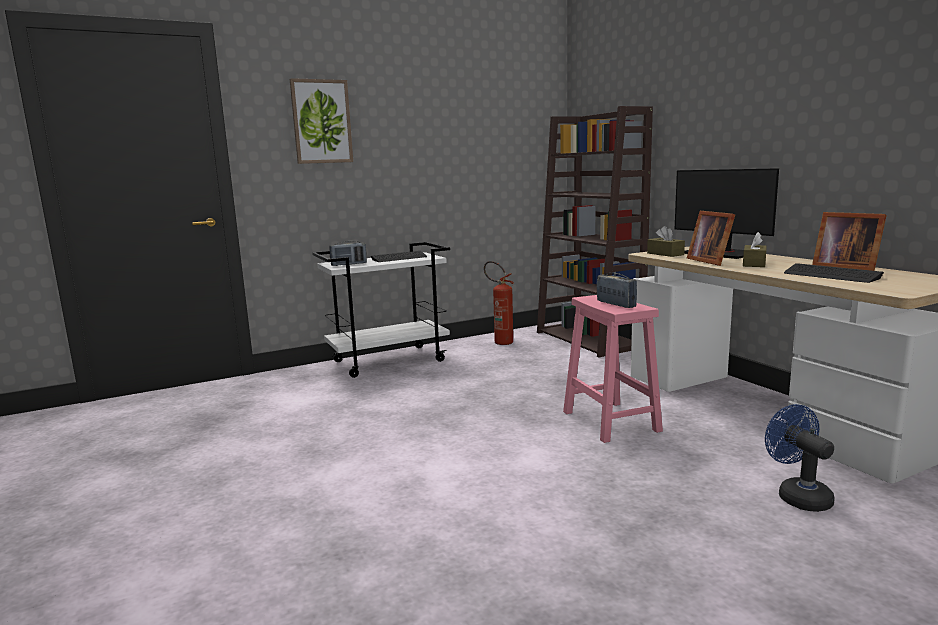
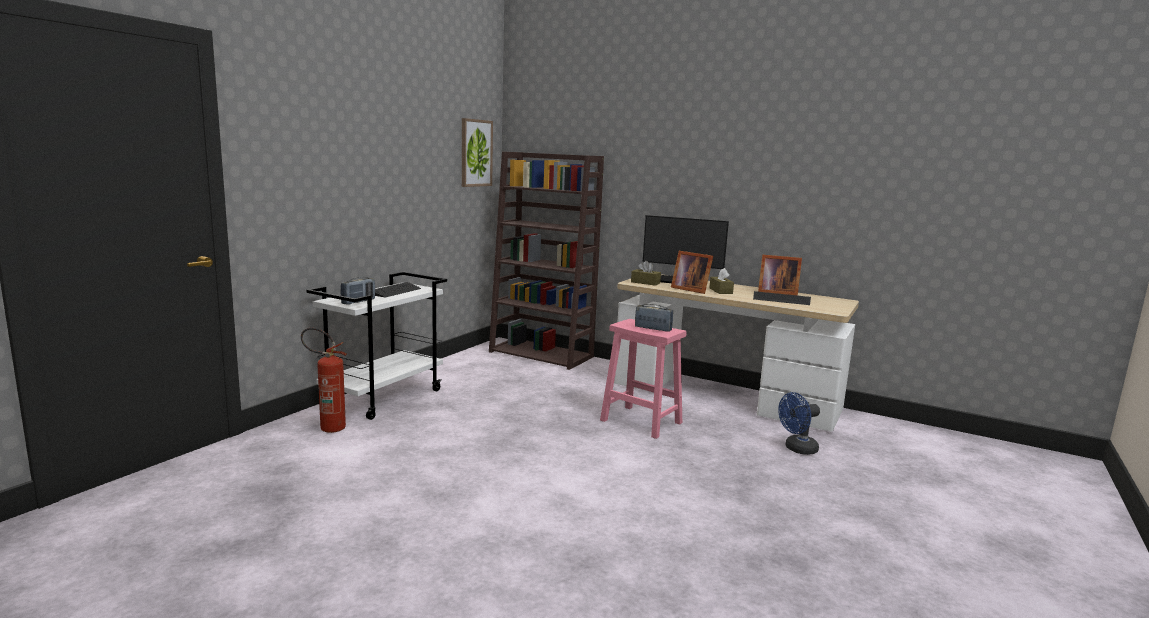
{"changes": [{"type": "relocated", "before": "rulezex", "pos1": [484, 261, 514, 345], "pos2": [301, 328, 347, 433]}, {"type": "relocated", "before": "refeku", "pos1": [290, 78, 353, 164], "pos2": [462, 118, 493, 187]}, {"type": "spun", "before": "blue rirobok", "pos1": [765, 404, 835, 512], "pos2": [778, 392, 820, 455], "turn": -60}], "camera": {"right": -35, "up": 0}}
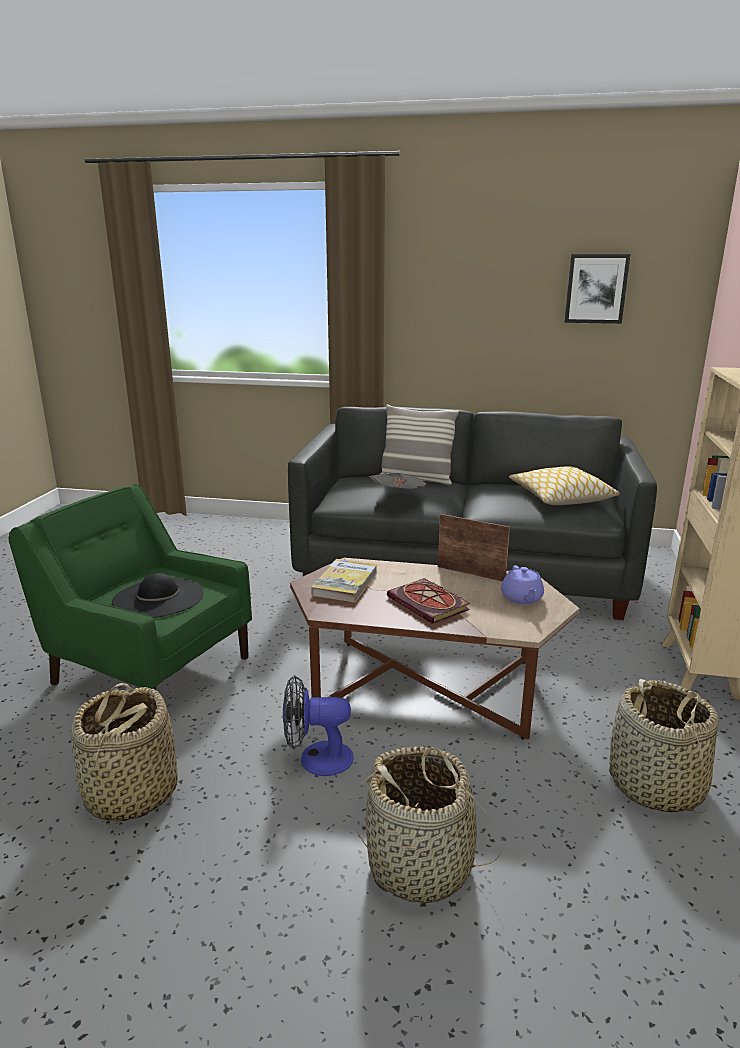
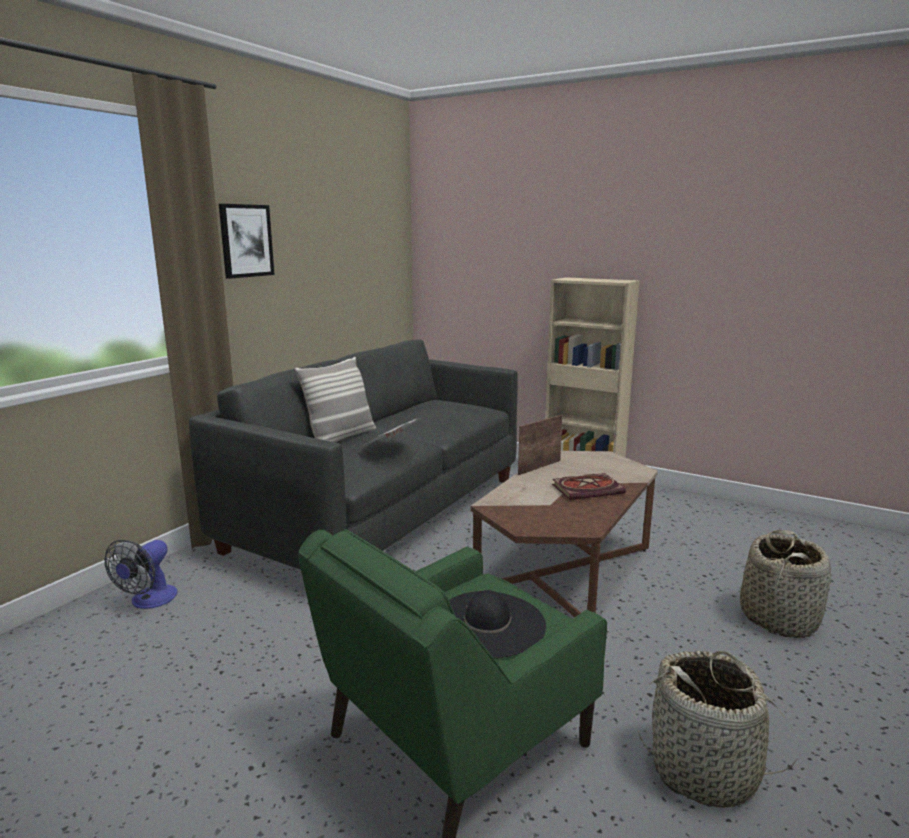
{"changes": [{"type": "relocated", "before": "rirobok", "pos1": [283, 675, 354, 776], "pos2": [105, 540, 177, 609]}, {"type": "relocated", "before": "refeku", "pos1": [564, 254, 631, 324], "pos2": [219, 204, 275, 279]}, {"type": "missing", "before": "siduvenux", "pos1": [311, 559, 377, 603]}, {"type": "missing", "before": "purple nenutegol", "pos1": [501, 565, 544, 604]}, {"type": "missing", "before": "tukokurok", "pos1": [509, 466, 620, 505]}, {"type": "missing", "before": "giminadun", "pos1": [609, 679, 718, 813]}], "camera": {"right": -70, "up": -5}}
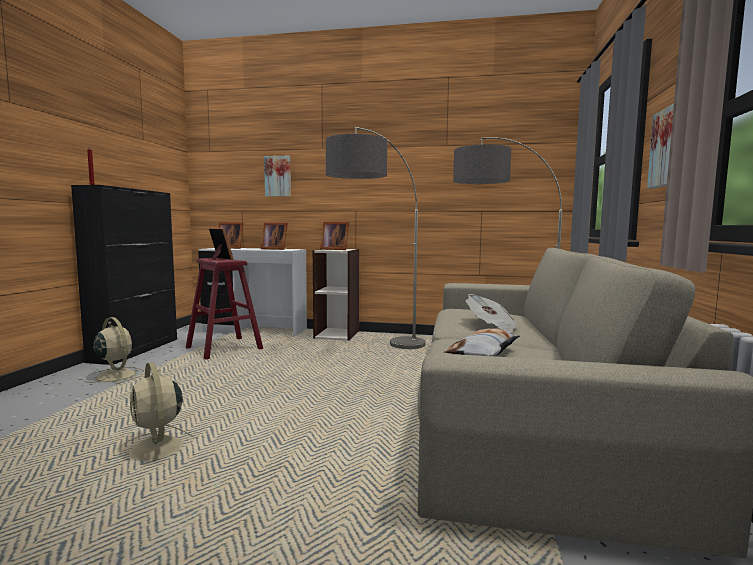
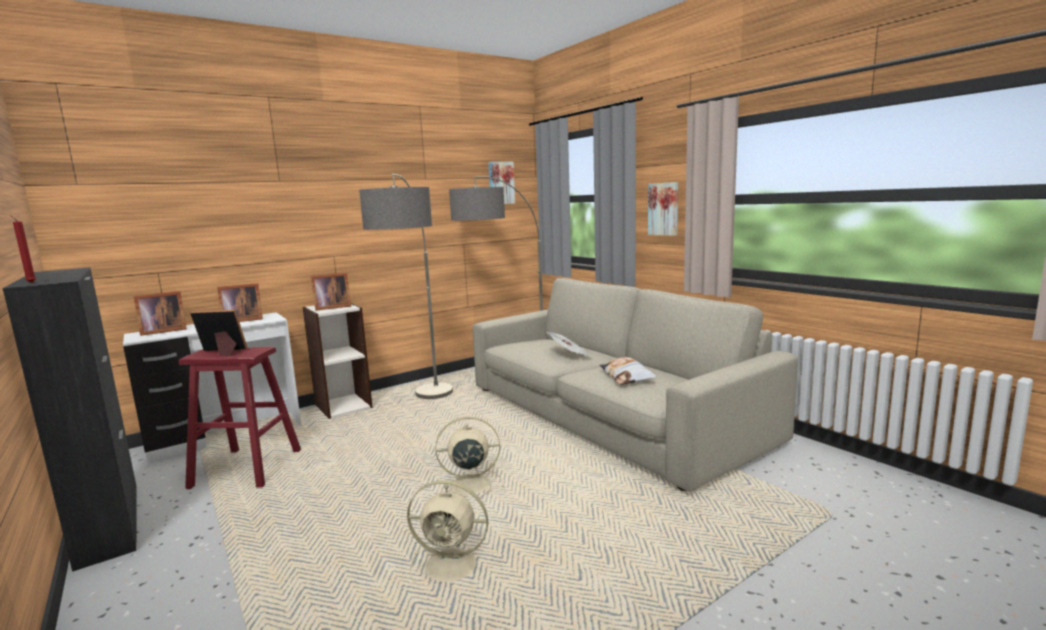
{"changes": [{"type": "relocated", "before": "beige rirobok", "pos1": [83, 317, 145, 384], "pos2": [435, 417, 505, 500]}, {"type": "relocated", "before": "refeku", "pos1": [264, 156, 291, 197], "pos2": [488, 162, 515, 204]}], "camera": {"right": -45, "up": 5}}
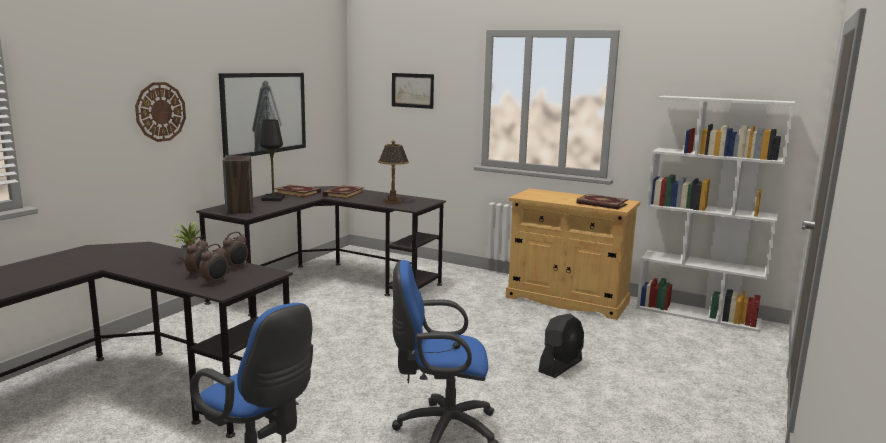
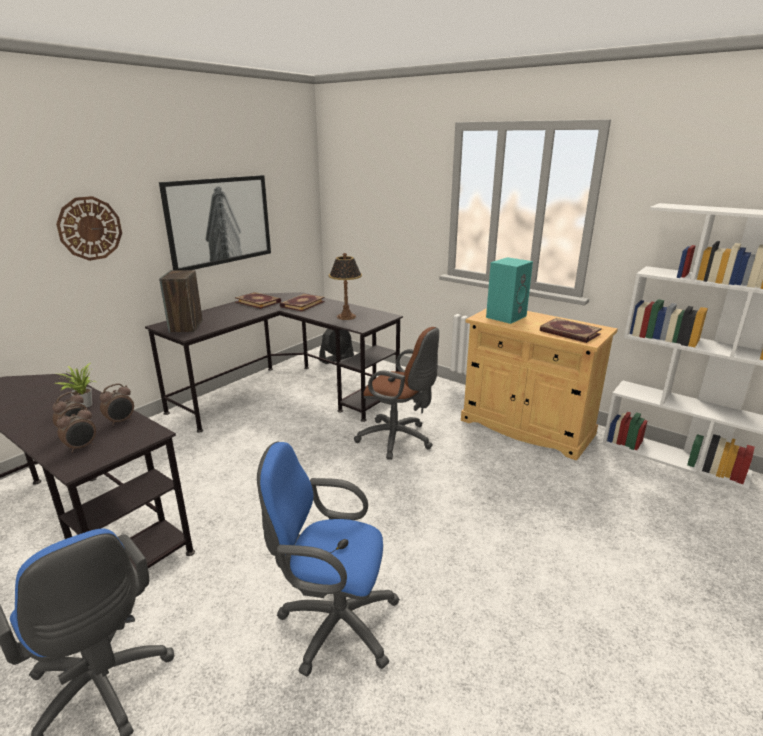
{"changes": [{"type": "relocated", "before": "black rirobok", "pos1": [538, 314, 584, 378], "pos2": [319, 329, 354, 364]}, {"type": "appeared", "after": "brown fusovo", "pos2": [354, 327, 439, 460]}, {"type": "appeared", "after": "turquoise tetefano", "pos2": [486, 257, 533, 324]}, {"type": "missing", "before": "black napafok", "pos1": [260, 119, 285, 201]}, {"type": "missing", "before": "refeku", "pos1": [392, 73, 434, 109]}], "camera": {"right": 10, "up": 10}}
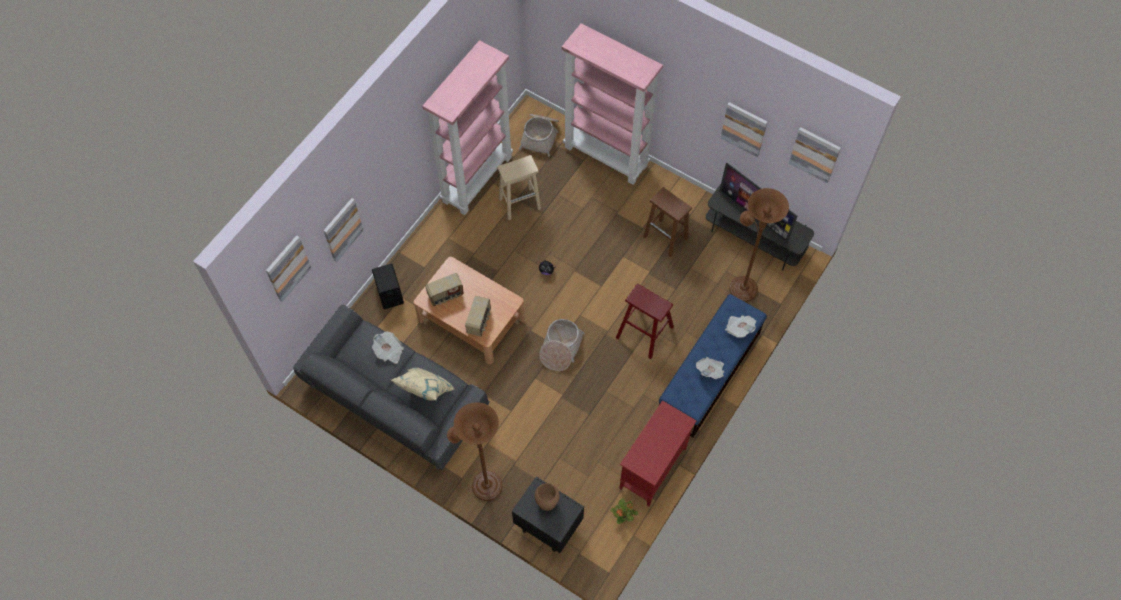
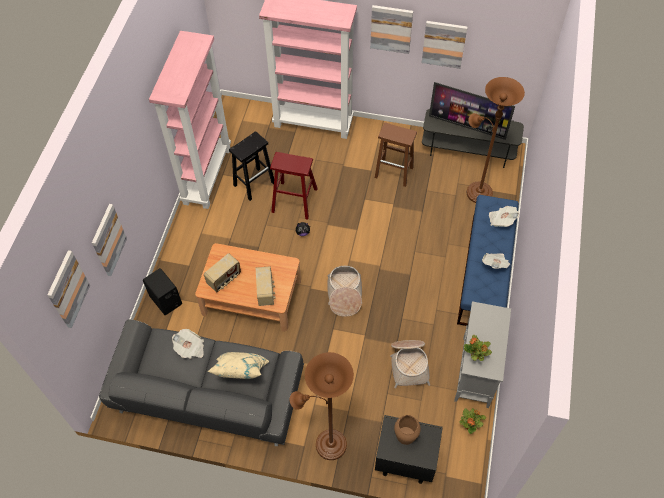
{"changes": [{"type": "colour", "before": "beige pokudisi", "after": "black pokudisi", "pos1": [497, 155, 541, 220], "pos2": [229, 131, 274, 201]}, {"type": "relocated", "before": "red pokudisi", "pos1": [616, 284, 674, 359], "pos2": [270, 152, 318, 220]}, {"type": "relocated", "before": "refeku", "pos1": [789, 127, 841, 183], "pos2": [370, 5, 413, 54]}, {"type": "relocated", "before": "giminadun", "pos1": [519, 114, 559, 157], "pos2": [390, 340, 430, 388]}, {"type": "colour", "before": "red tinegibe", "after": "grey tinegibe", "pos1": [619, 400, 696, 507], "pos2": [454, 301, 511, 408]}, {"type": "appeared", "after": "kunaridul", "pos2": [464, 335, 492, 361]}], "camera": {"right": -20, "up": -5}}
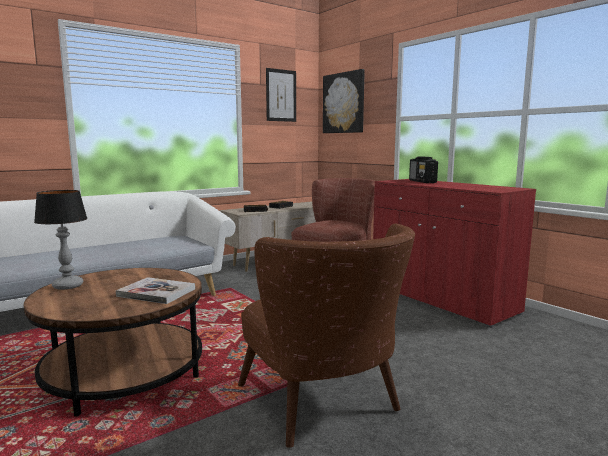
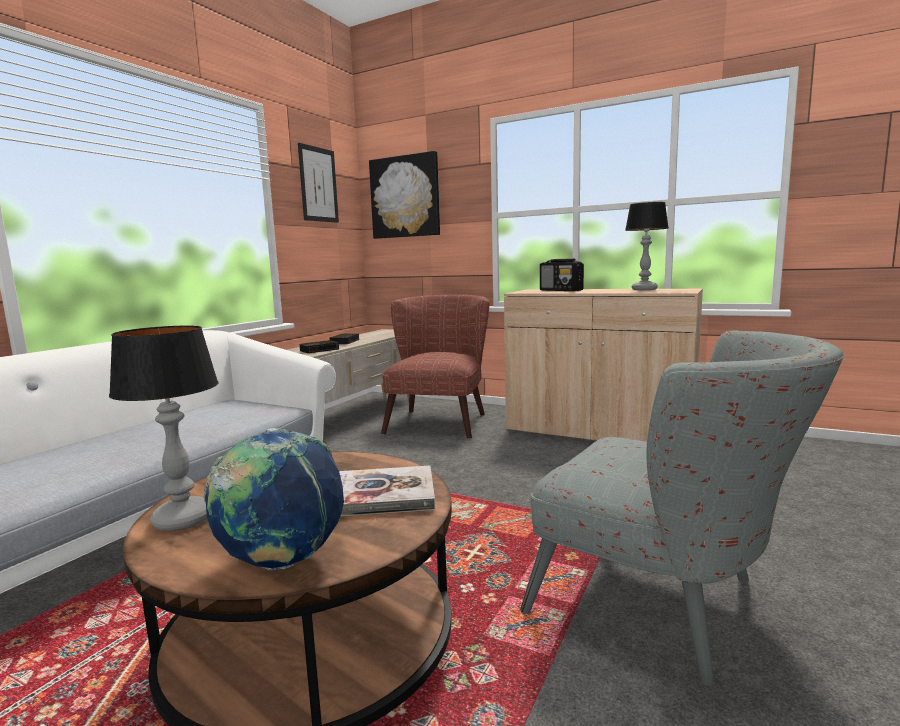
{"changes": [{"type": "appeared", "after": "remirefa", "pos2": [204, 428, 344, 570]}, {"type": "colour", "before": "red tinegibe", "after": "beige tinegibe", "pos1": [373, 179, 536, 328], "pos2": [504, 289, 703, 442]}, {"type": "colour", "before": "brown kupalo", "after": "grey kupalo", "pos1": [238, 224, 415, 448], "pos2": [520, 331, 844, 686]}, {"type": "appeared", "after": "napafok", "pos2": [625, 202, 668, 290]}], "camera": {"right": -25, "up": 0}}
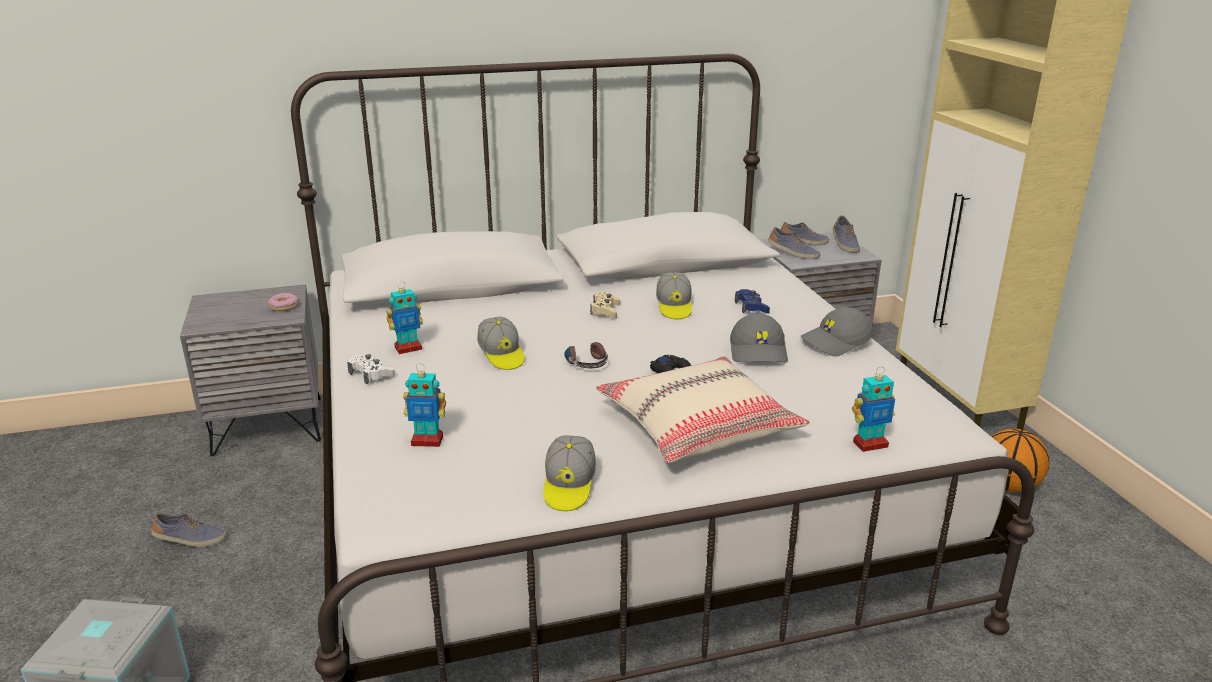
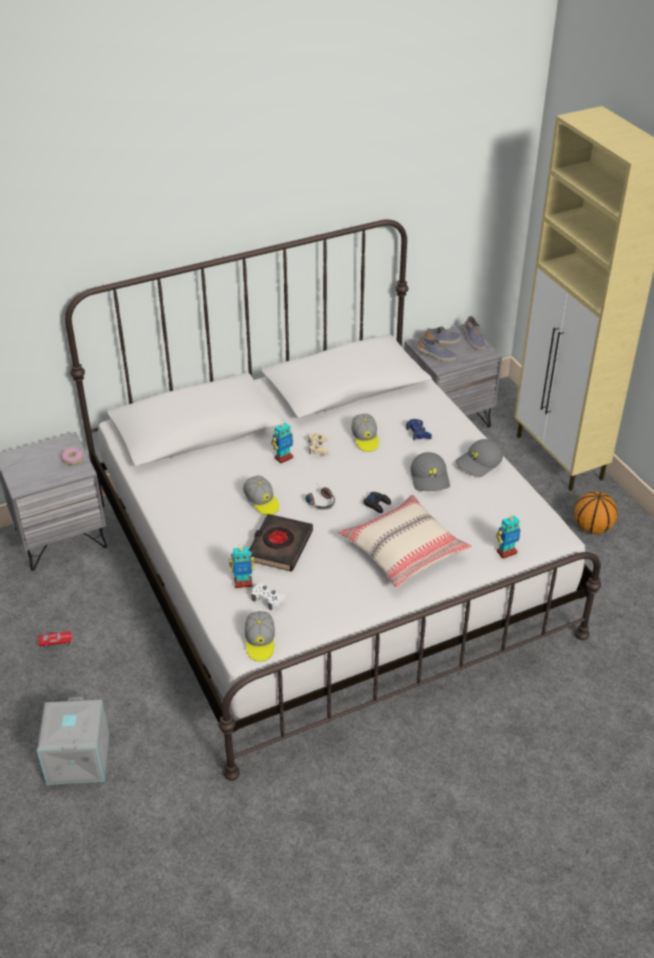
{"changes": [{"type": "exchanged", "before": "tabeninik", "after": "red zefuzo", "pos1": [151, 513, 227, 547], "pos2": [39, 631, 73, 647]}, {"type": "relocated", "before": "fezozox", "pos1": [543, 435, 596, 511], "pos2": [245, 611, 275, 662]}, {"type": "appeared", "after": "black siduvenux", "pos2": [249, 514, 313, 571]}, {"type": "relocated", "before": "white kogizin", "pos1": [347, 354, 395, 385], "pos2": [251, 583, 286, 611]}, {"type": "relocated", "before": "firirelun", "pos1": [386, 281, 423, 354], "pos2": [271, 420, 294, 464]}], "camera": {"right": -10, "up": 15}}
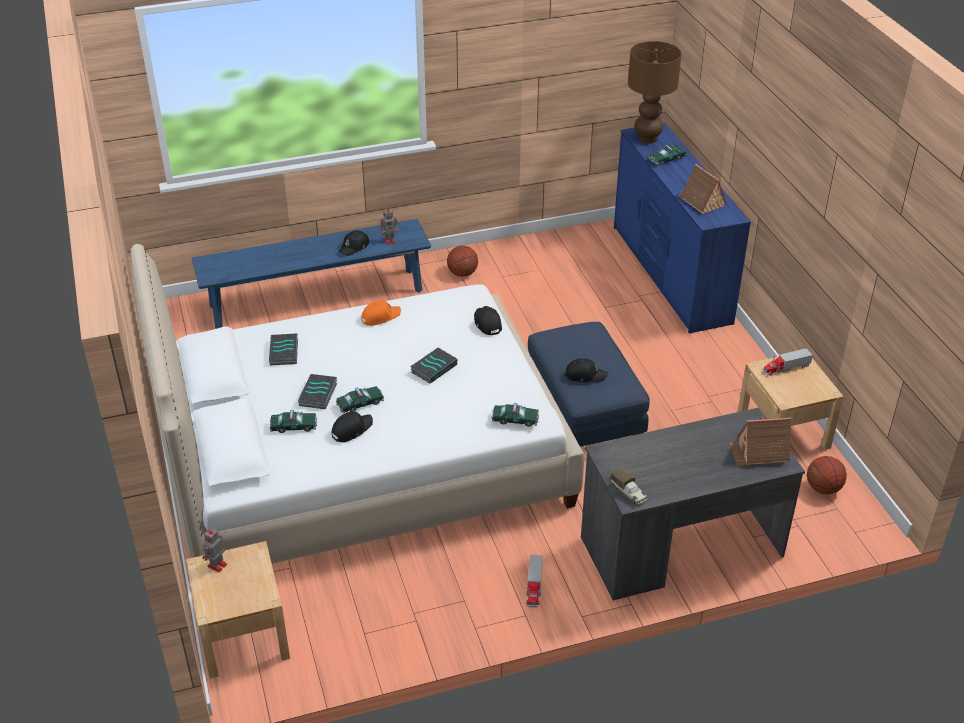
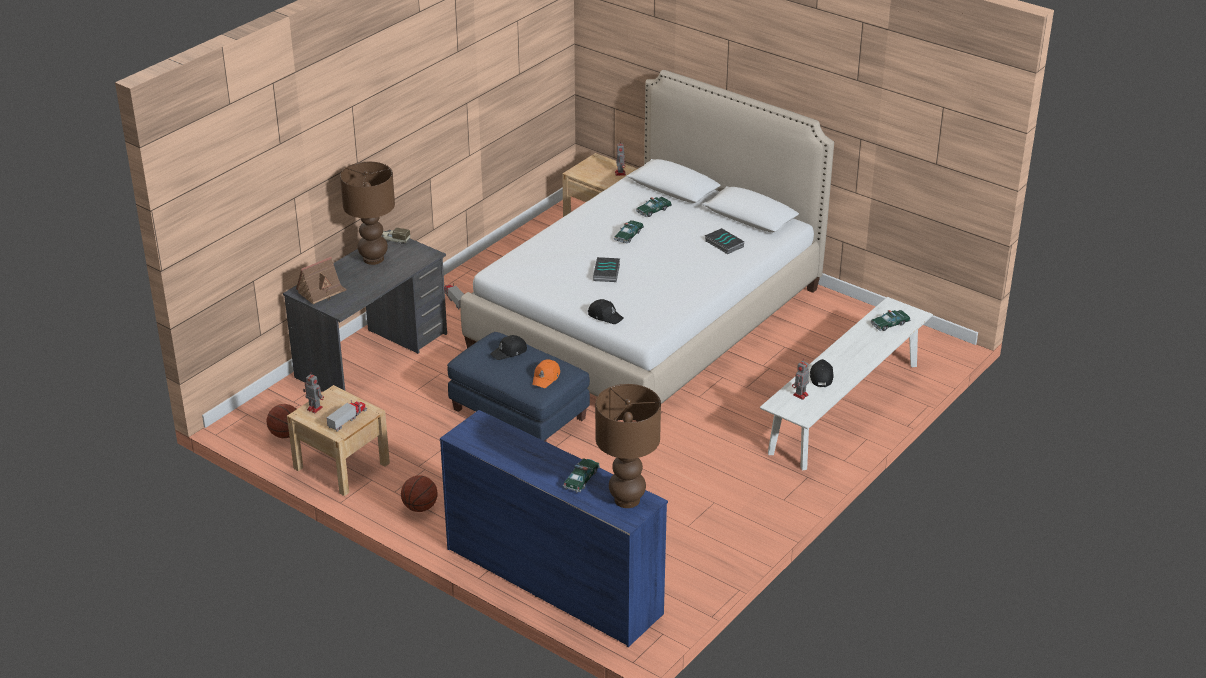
{"changes": [{"type": "appeared", "after": "firirelun", "pos2": [303, 374, 324, 413]}, {"type": "appeared", "after": "brown napafok", "pos2": [340, 162, 395, 265]}, {"type": "relocated", "before": "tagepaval", "pos1": [447, 245, 478, 277], "pos2": [401, 475, 438, 512]}, {"type": "relocated", "before": "orange fezozox", "pos1": [361, 300, 401, 326], "pos2": [532, 359, 560, 388]}, {"type": "colour", "before": "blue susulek", "after": "white susulek", "pos1": [192, 219, 431, 329], "pos2": [760, 297, 933, 471]}, {"type": "relocated", "before": "zefuzo", "pos1": [491, 403, 539, 427], "pos2": [871, 310, 911, 331]}, {"type": "missing", "before": "siduvenux", "pos1": [298, 374, 337, 409]}, {"type": "missing", "before": "black fezozox", "pos1": [332, 411, 373, 442]}, {"type": "missing", "before": "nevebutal", "pos1": [677, 164, 727, 214]}], "camera": {"right": 145, "up": -5}}
